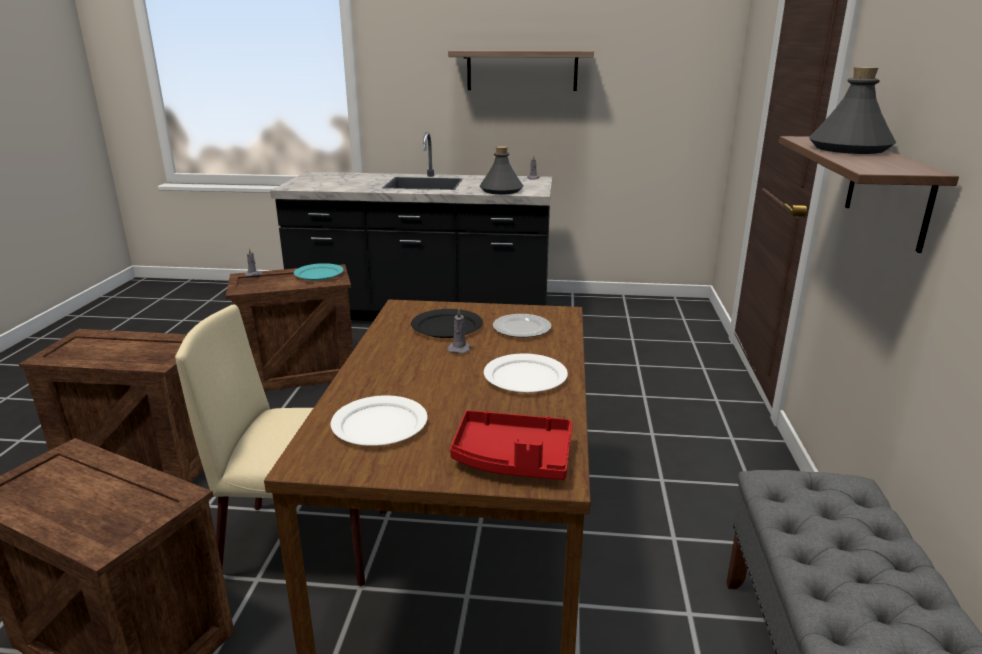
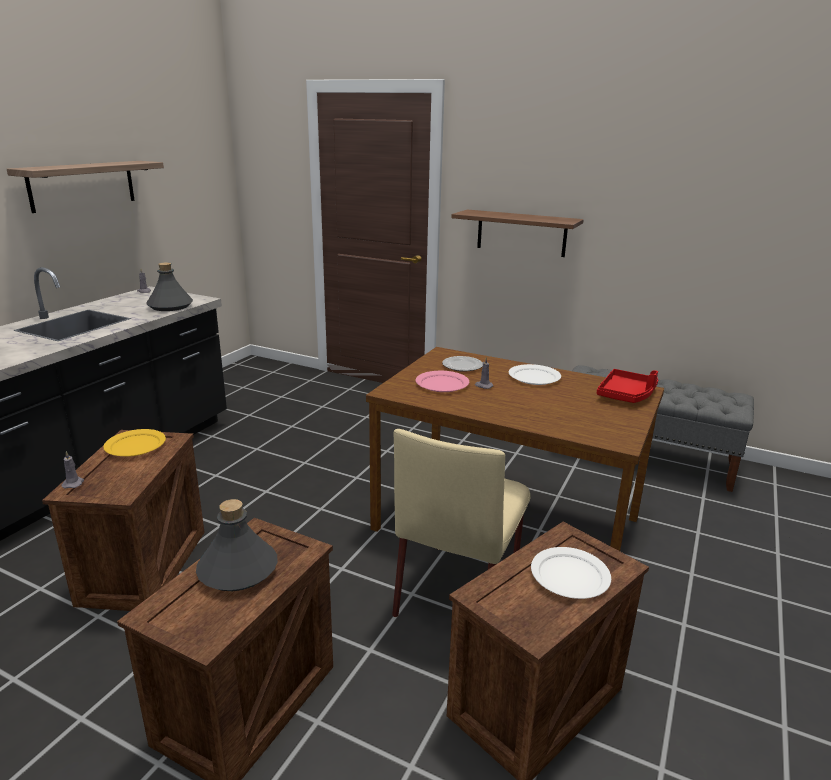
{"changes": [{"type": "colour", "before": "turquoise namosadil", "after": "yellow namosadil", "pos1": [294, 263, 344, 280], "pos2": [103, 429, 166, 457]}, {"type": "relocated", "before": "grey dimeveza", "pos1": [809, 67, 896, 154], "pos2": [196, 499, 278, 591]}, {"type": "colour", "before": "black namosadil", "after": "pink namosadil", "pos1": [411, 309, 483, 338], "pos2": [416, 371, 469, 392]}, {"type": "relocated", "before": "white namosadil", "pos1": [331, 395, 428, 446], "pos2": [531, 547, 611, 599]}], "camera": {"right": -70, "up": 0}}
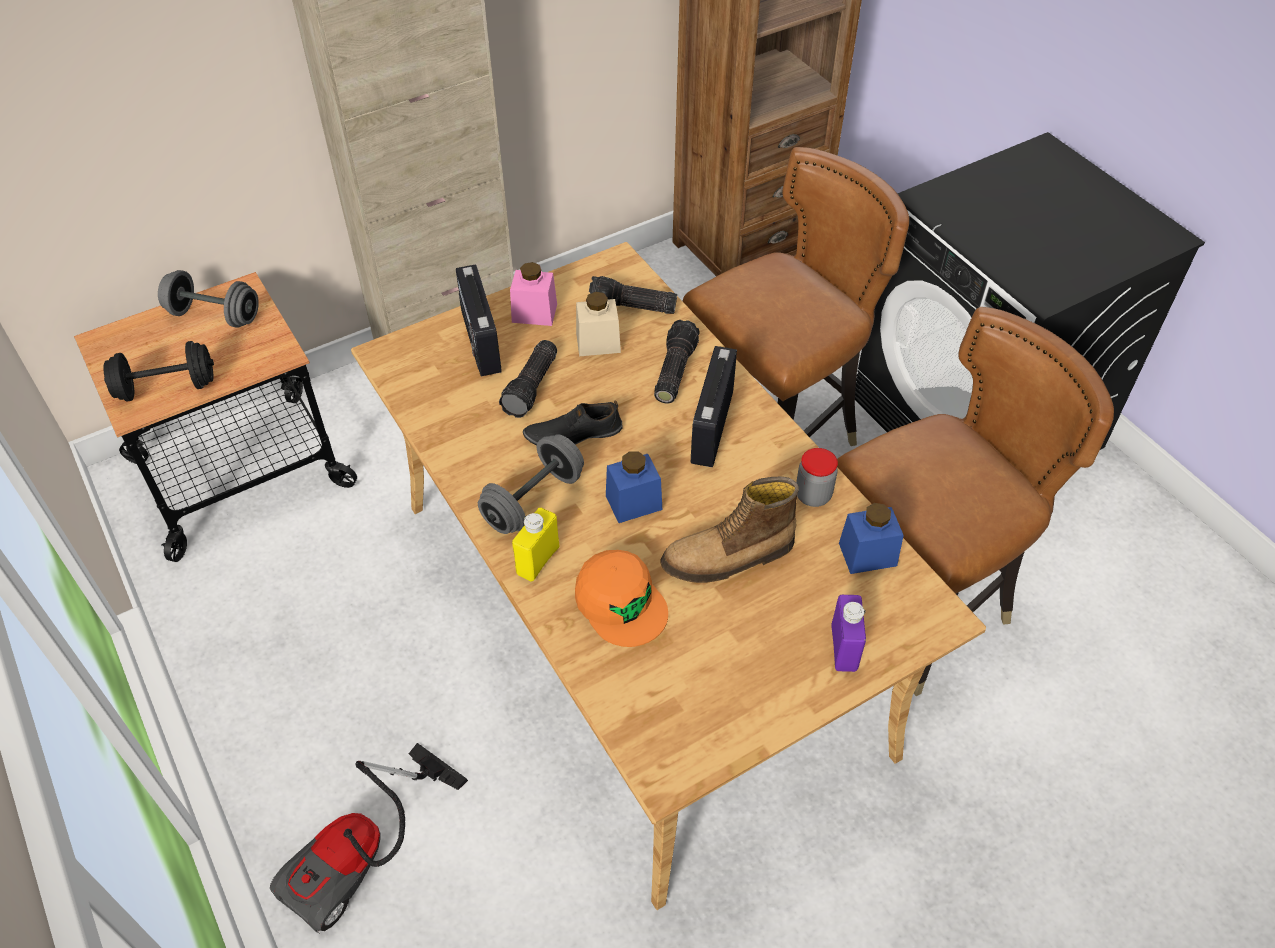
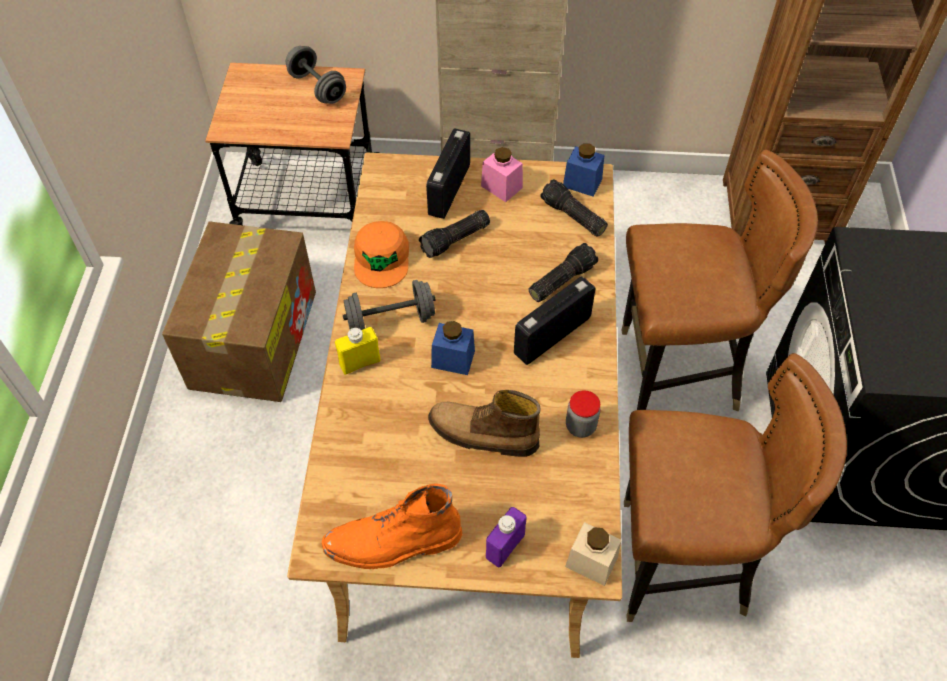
{"changes": [{"type": "appeared", "after": "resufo", "pos2": [162, 221, 316, 402]}, {"type": "appeared", "after": "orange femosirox", "pos2": [322, 484, 462, 569]}, {"type": "relocated", "before": "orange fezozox", "pos1": [575, 550, 668, 647], "pos2": [354, 221, 409, 288]}, {"type": "relocated", "before": "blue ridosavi", "pos1": [839, 503, 904, 574], "pos2": [563, 143, 604, 197]}, {"type": "relocated", "before": "beige ridosavi", "pos1": [576, 292, 621, 356], "pos2": [565, 522, 621, 586]}, {"type": "missing", "before": "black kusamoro", "pos1": [103, 341, 214, 401]}, {"type": "missing", "before": "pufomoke", "pos1": [270, 743, 468, 934]}, {"type": "missing", "before": "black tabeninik", "pos1": [523, 400, 622, 445]}], "camera": {"right": 35, "up": 5}}
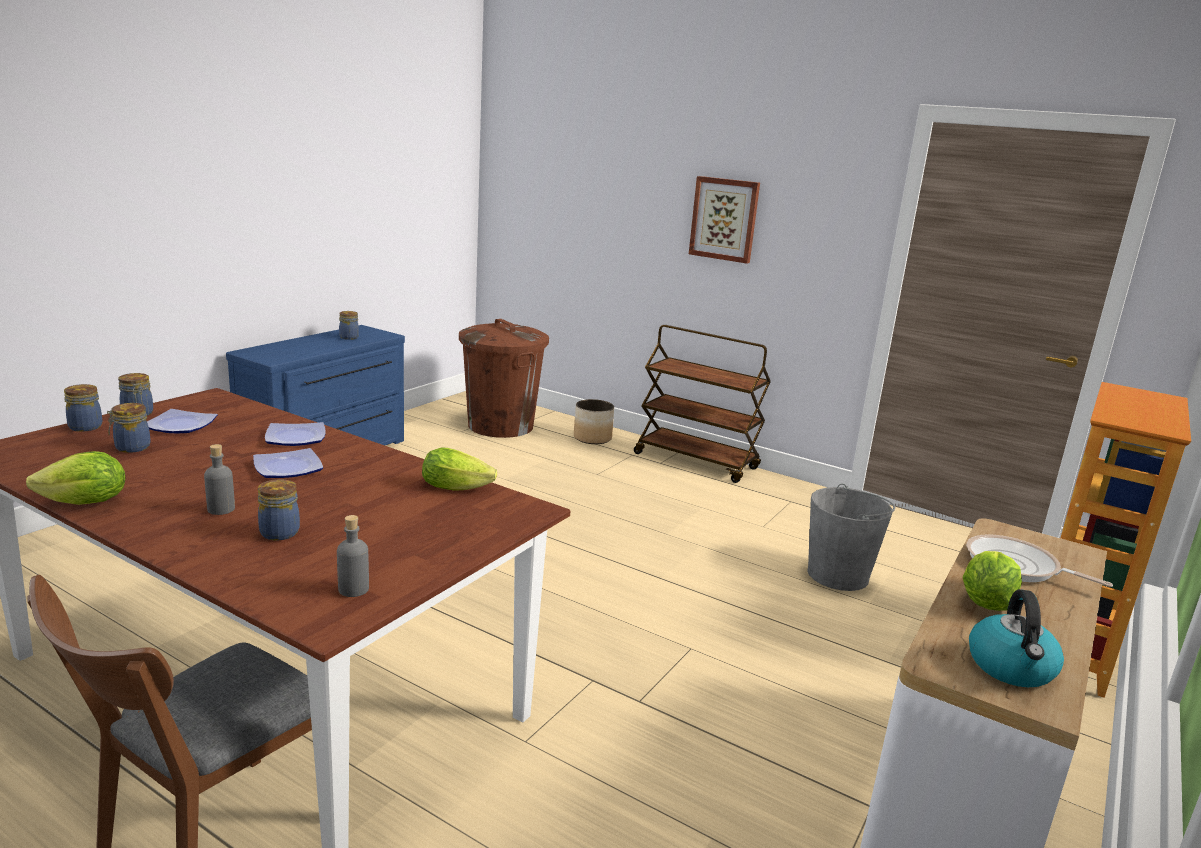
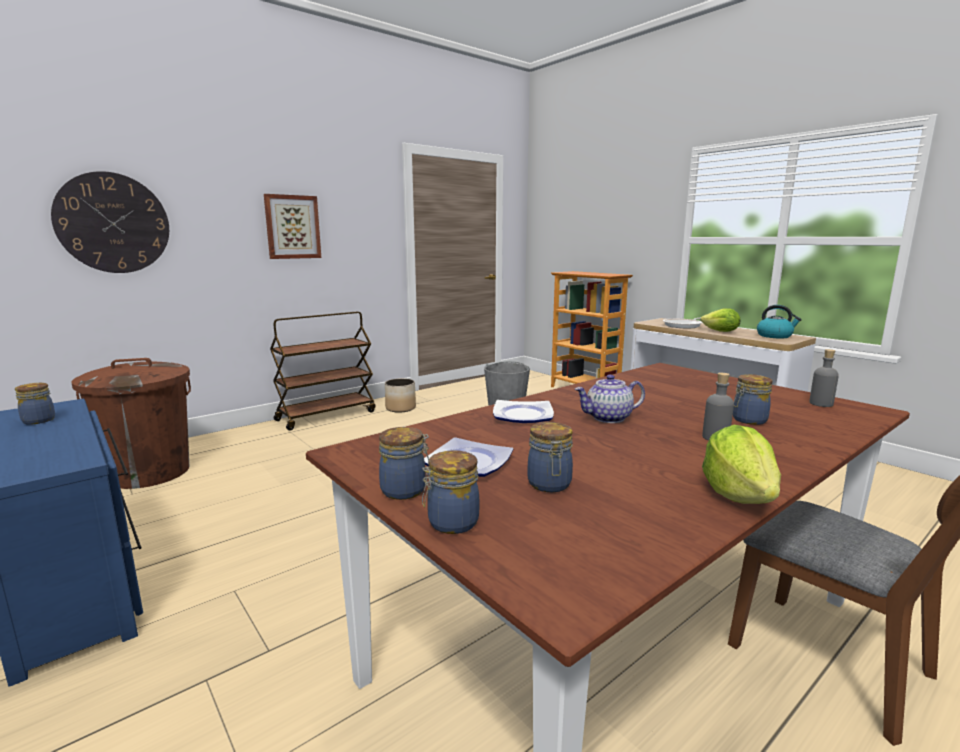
{"changes": [{"type": "appeared", "after": "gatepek", "pos2": [51, 171, 169, 273]}, {"type": "relocated", "before": "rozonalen", "pos1": [574, 399, 614, 444], "pos2": [385, 378, 416, 412]}, {"type": "exchanged", "before": "namosadil", "after": "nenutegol", "pos1": [253, 448, 323, 478], "pos2": [575, 374, 645, 423]}, {"type": "missing", "before": "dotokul", "pos1": [422, 447, 497, 491]}], "camera": {"right": -70, "up": -5}}
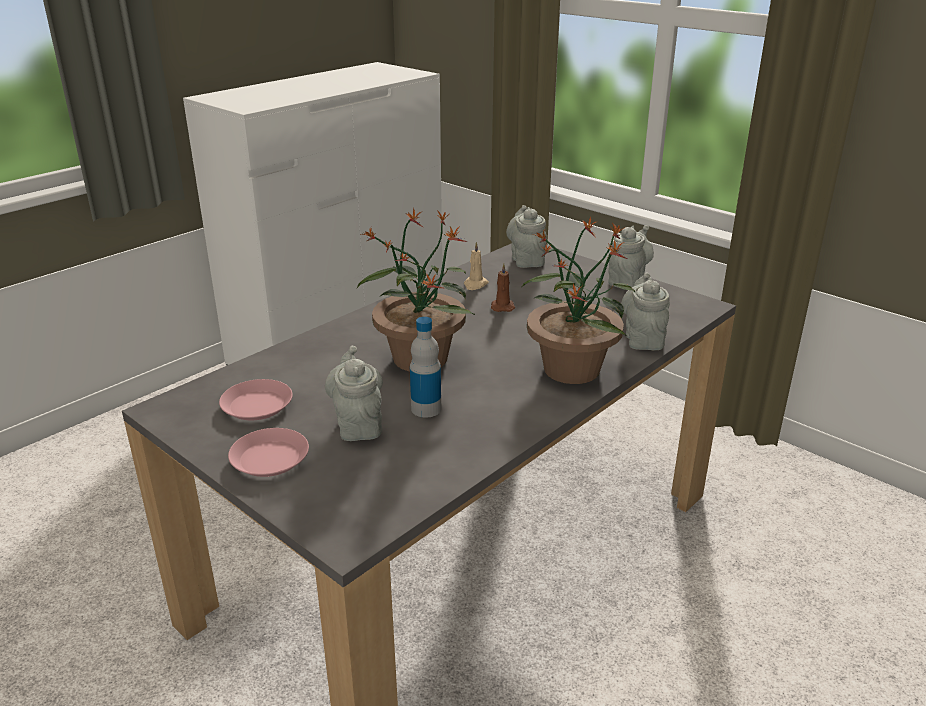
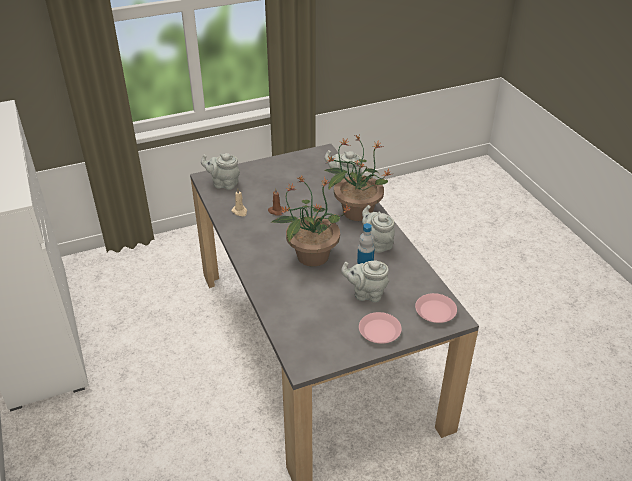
{"changes": [{"type": "relocated", "before": "grey nenutegol", "pos1": [608, 225, 654, 287], "pos2": [362, 205, 395, 253]}, {"type": "relocated", "before": "pink namosadil", "pos1": [219, 379, 293, 420], "pos2": [415, 293, 457, 323]}], "camera": {"right": -65, "up": 10}}
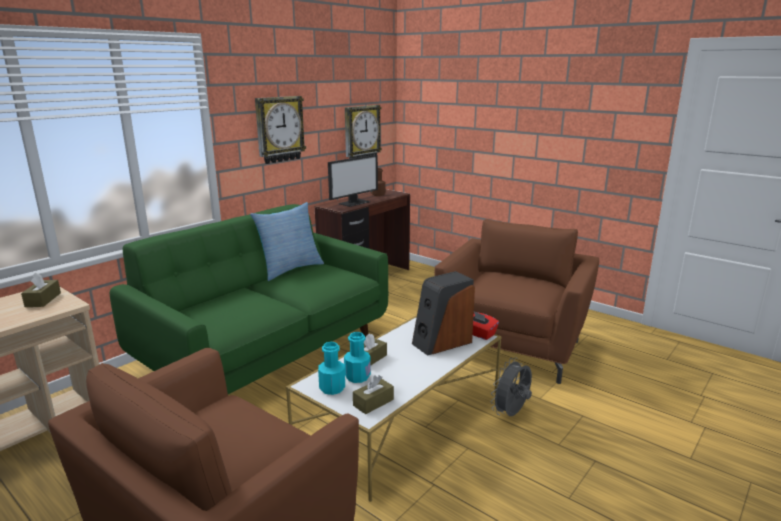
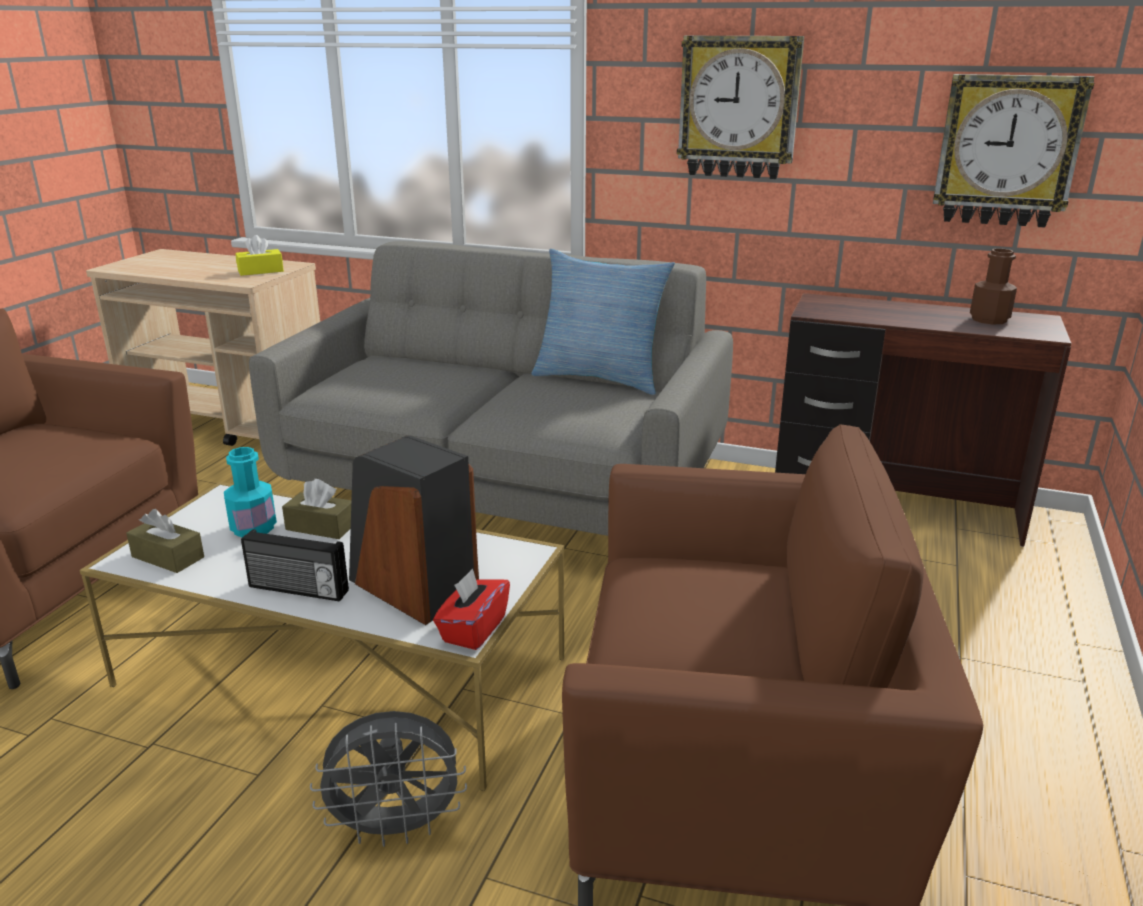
{"changes": [{"type": "colour", "before": "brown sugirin", "after": "yellow sugirin", "pos1": [21, 273, 61, 307], "pos2": [235, 235, 284, 276]}, {"type": "appeared", "after": "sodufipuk", "pos2": [241, 529, 349, 602]}, {"type": "colour", "before": "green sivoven", "after": "grey sivoven", "pos1": [110, 204, 388, 394], "pos2": [249, 241, 733, 536]}, {"type": "spun", "before": "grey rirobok", "pos1": [490, 357, 532, 416], "pos2": [310, 711, 467, 847], "turn": 150}, {"type": "missing", "before": "turquoise dimeveza", "pos1": [318, 342, 345, 395]}, {"type": "missing", "before": "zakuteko", "pos1": [328, 155, 378, 207]}], "camera": {"right": 70, "up": 5}}
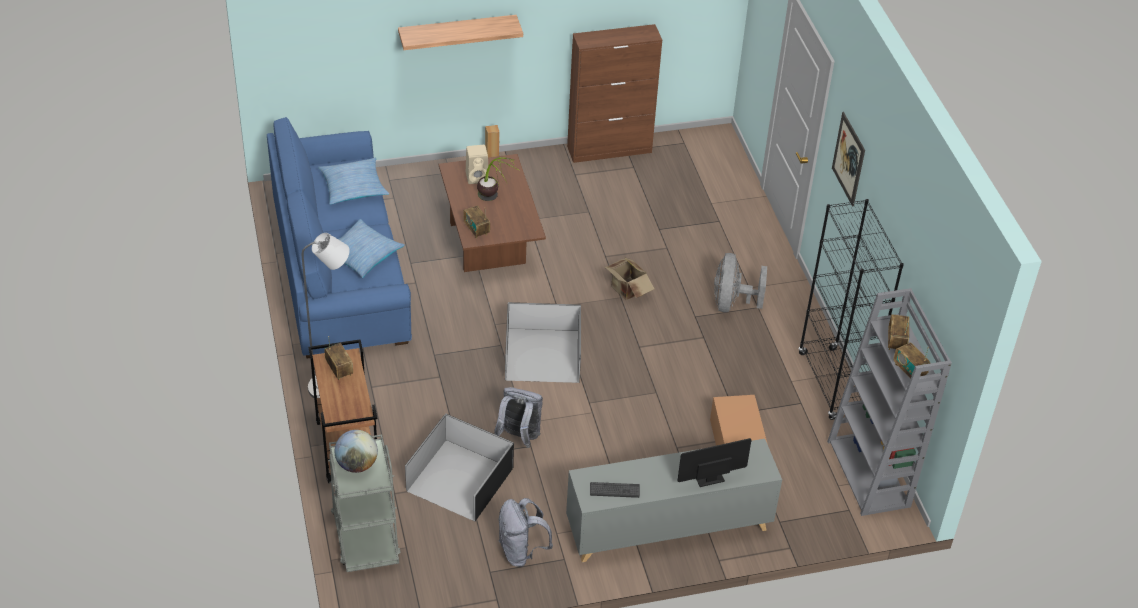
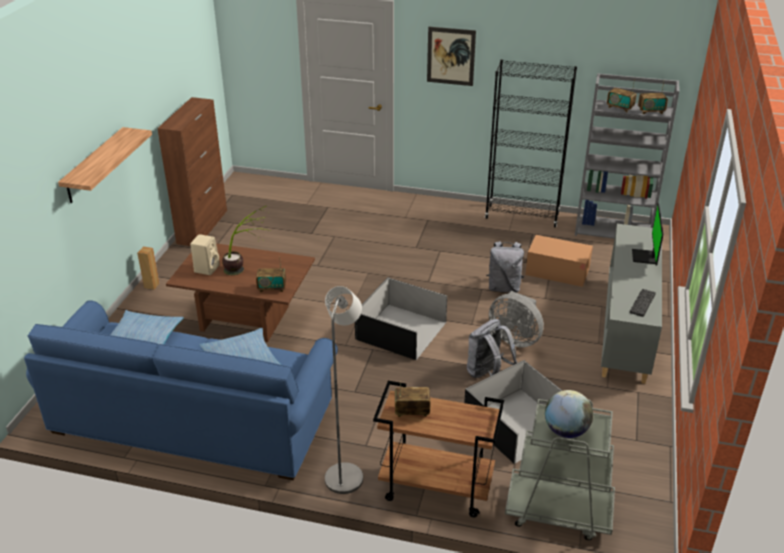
{"changes": [{"type": "relocated", "before": "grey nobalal", "pos1": [498, 498, 553, 567], "pos2": [486, 241, 524, 293]}, {"type": "relocated", "before": "grey rirobok", "pos1": [714, 253, 767, 312], "pos2": [489, 291, 544, 347]}, {"type": "missing", "before": "resufo", "pos1": [605, 257, 655, 300]}], "camera": {"right": -60, "up": -10}}
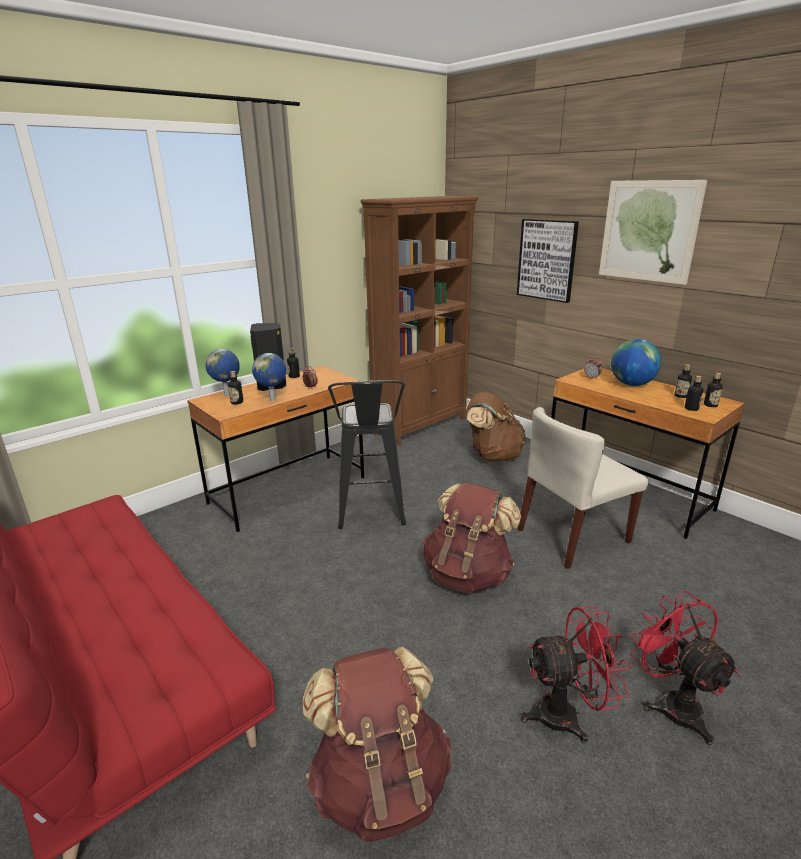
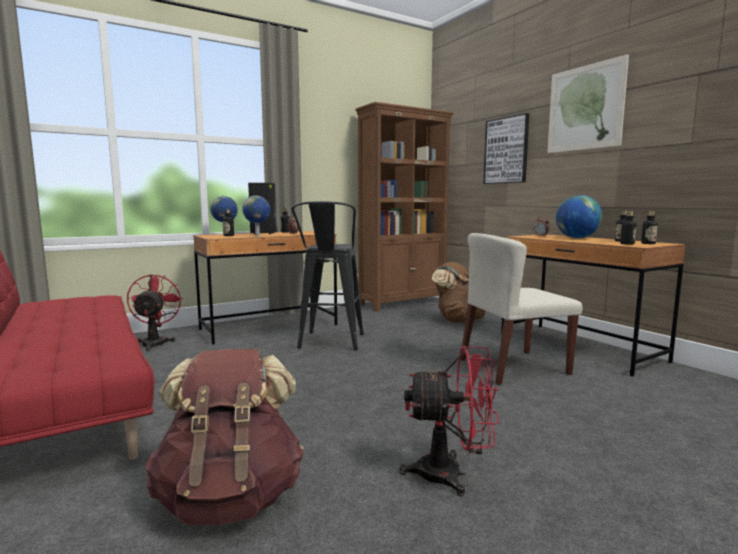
{"changes": [{"type": "relocated", "before": "red rirobok", "pos1": [629, 590, 739, 745], "pos2": [127, 275, 183, 351]}, {"type": "missing", "before": "brown nobalal", "pos1": [422, 483, 521, 593]}], "camera": {"right": 10, "up": -15}}
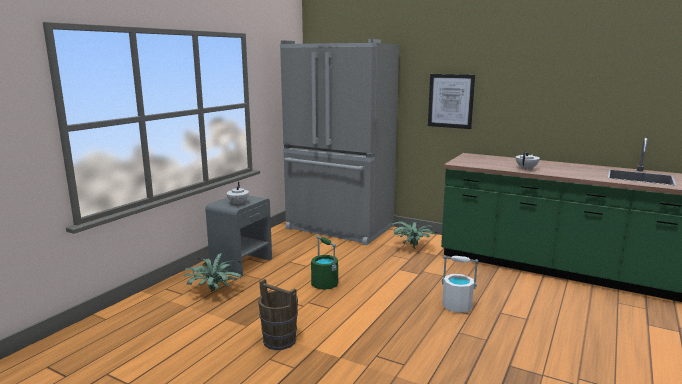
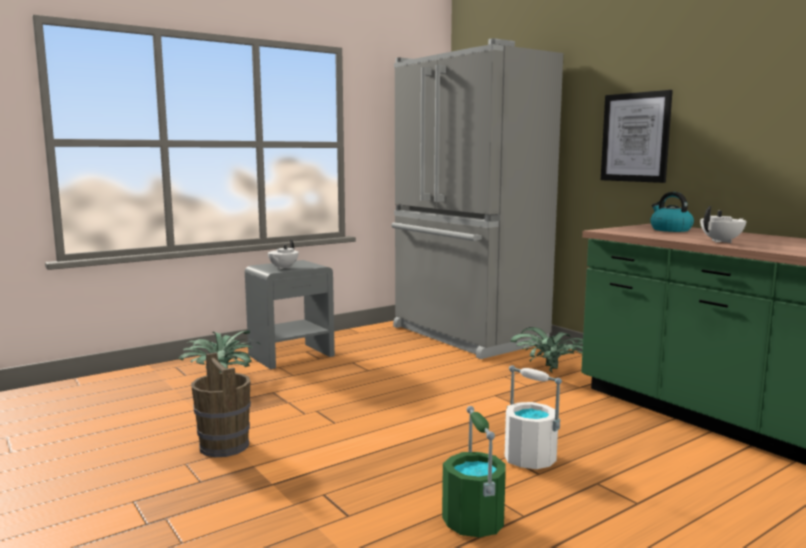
{"changes": [{"type": "relocated", "before": "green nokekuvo", "pos1": [311, 235, 338, 290], "pos2": [442, 406, 506, 537]}, {"type": "appeared", "after": "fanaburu", "pos2": [650, 192, 694, 232]}], "camera": {"right": 25, "up": -5}}
